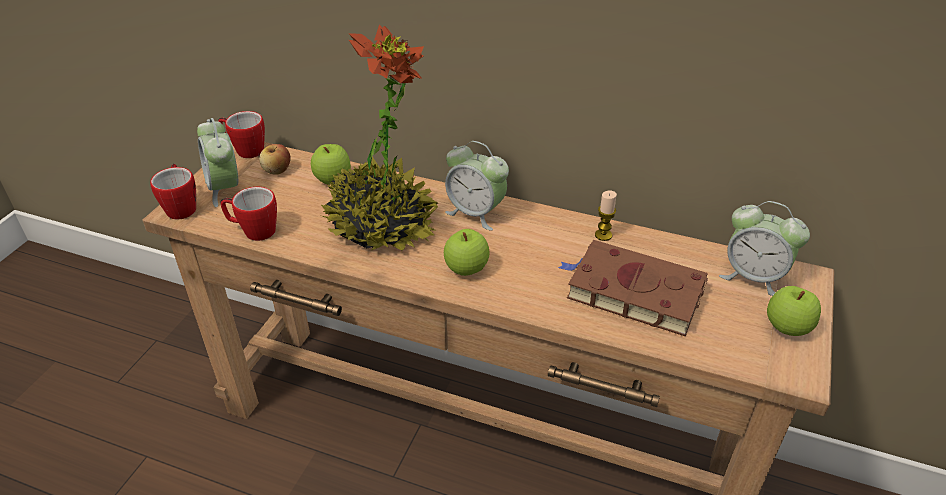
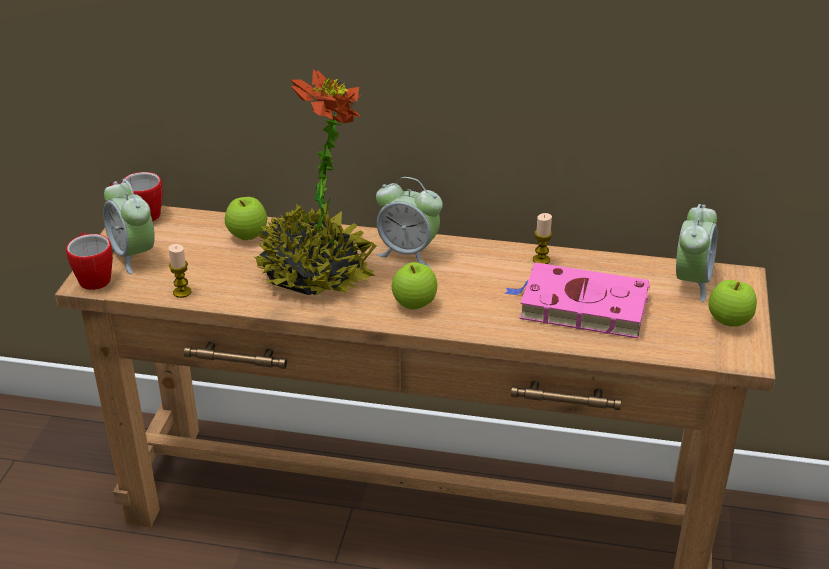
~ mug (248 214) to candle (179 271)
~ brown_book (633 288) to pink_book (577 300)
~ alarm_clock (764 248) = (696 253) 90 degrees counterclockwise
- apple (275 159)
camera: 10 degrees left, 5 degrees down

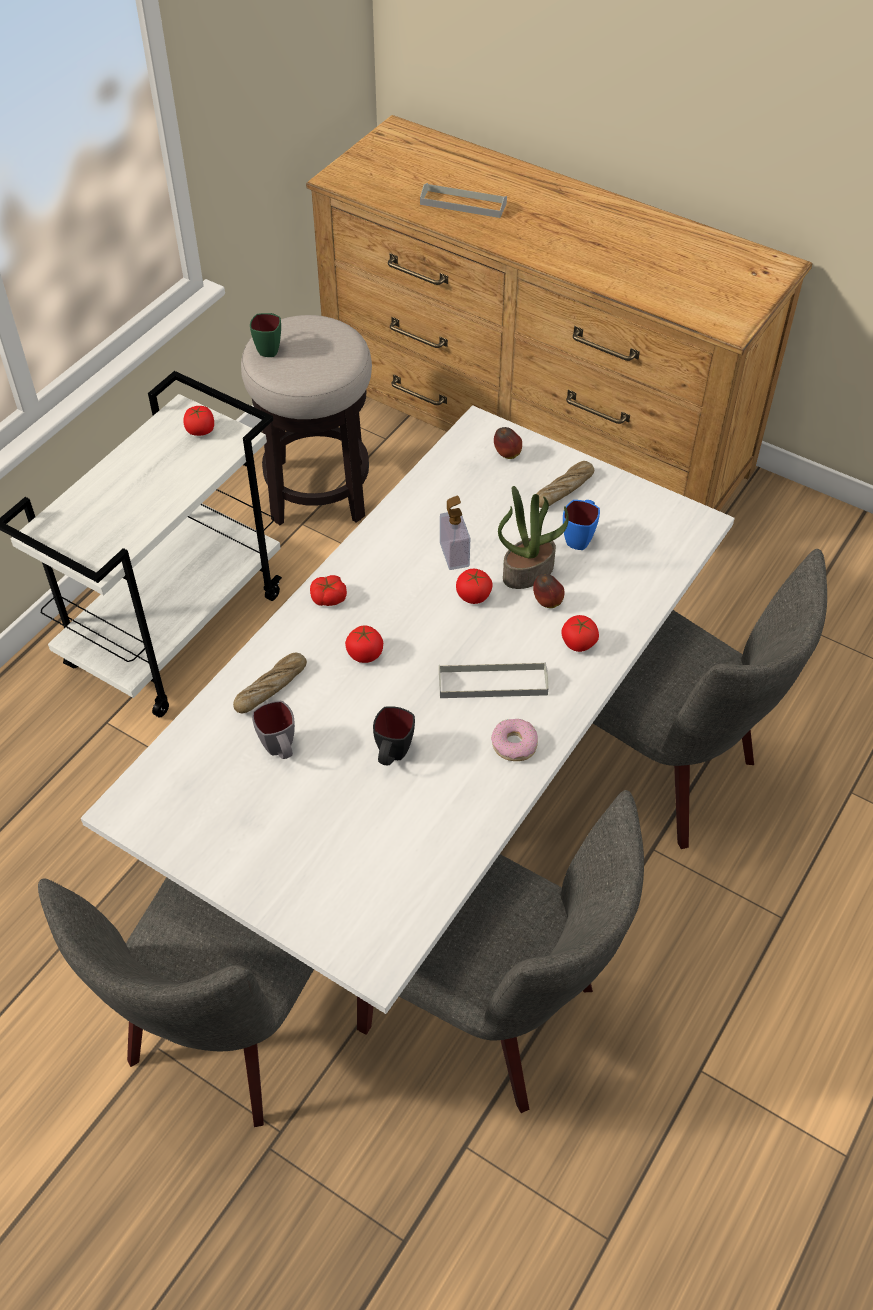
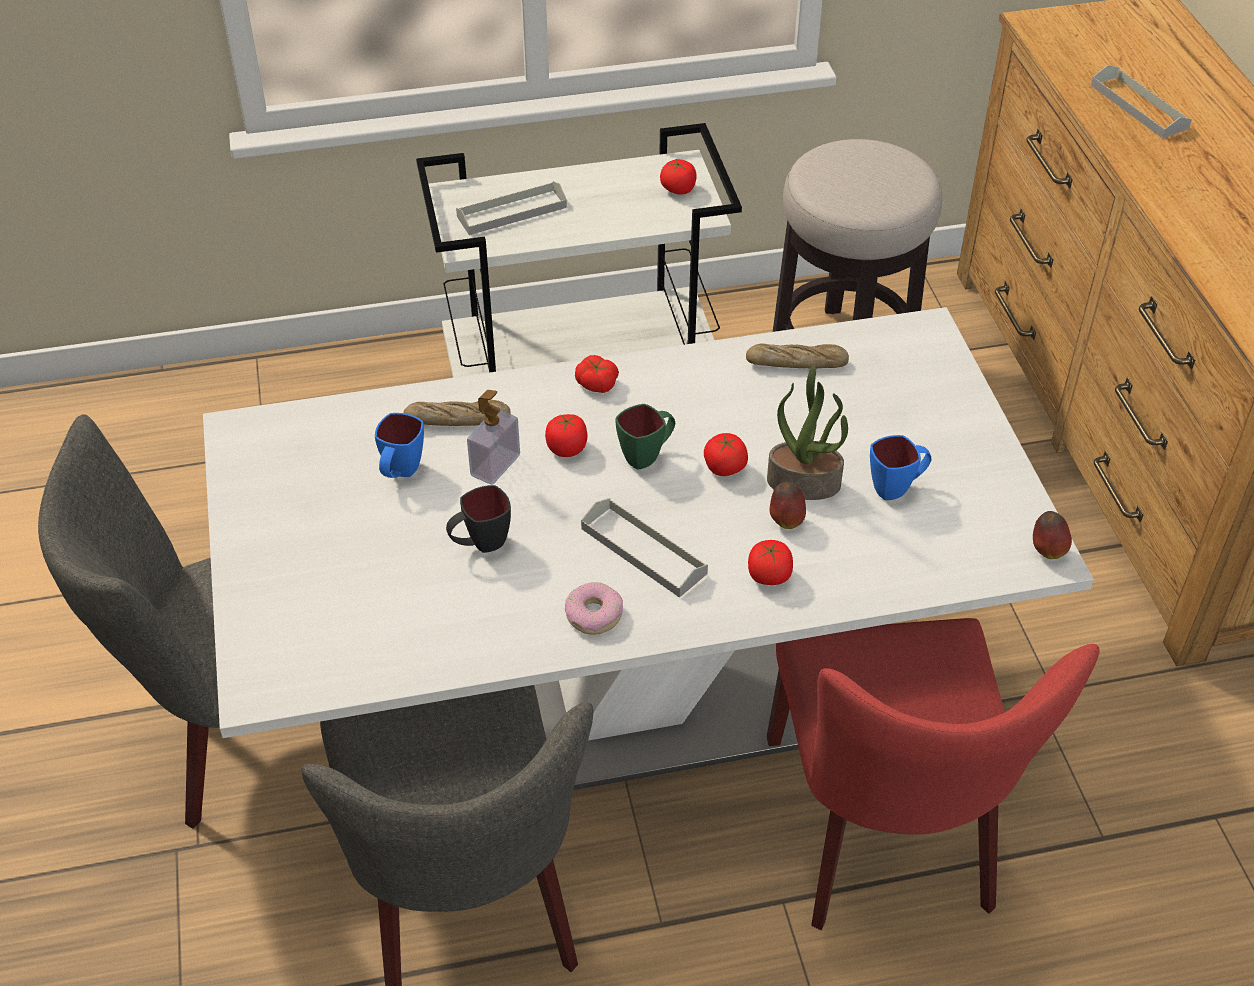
~ grey_mug (273 730) to blue_mug (399 445)
+ grey_tray (511 208)
~ soap_dispenser (455 533) to (493 437)
~ green_mug (265 335) to (645 437)
~ bread (565 484) to (797 355)
~ grey_chair (710 699) to red_chair (933 774)
~ apple (508 443) to (1052 535)
camera: 45 degrees right, 5 degrees down

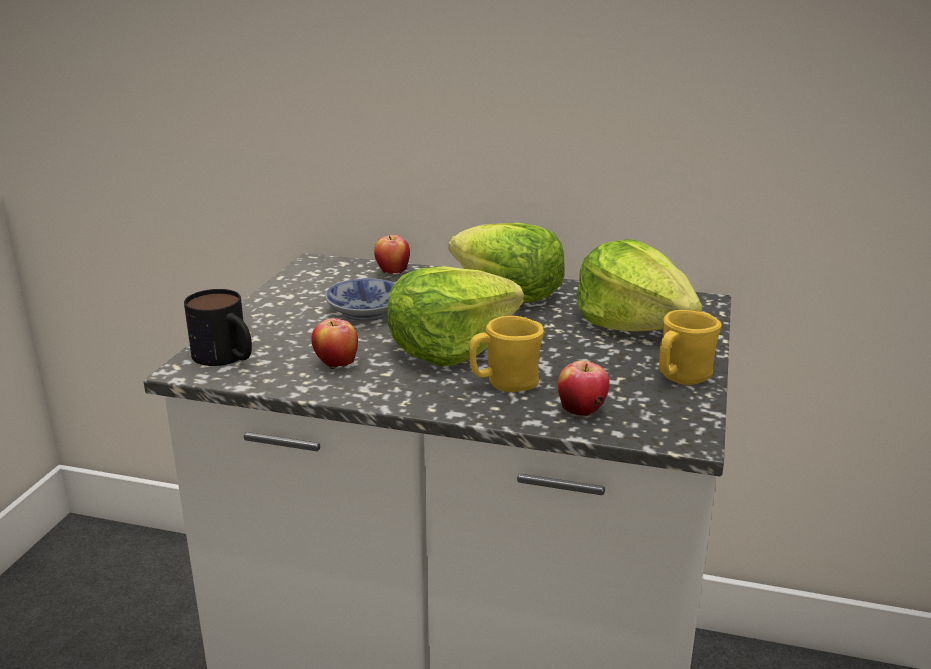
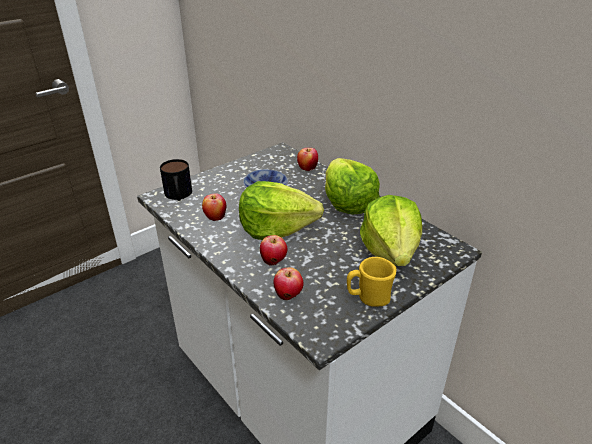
~ yellow_mug (506 354) to apple (273 250)
camera: 35 degrees right, 10 degrees up

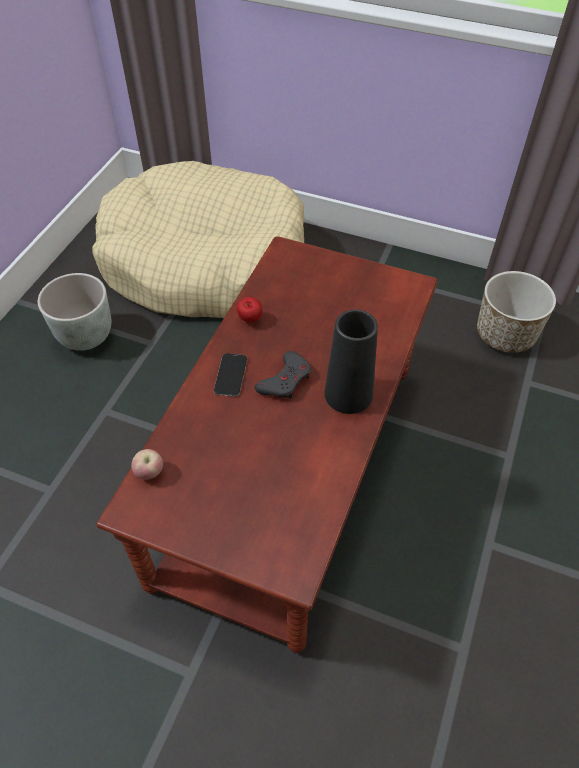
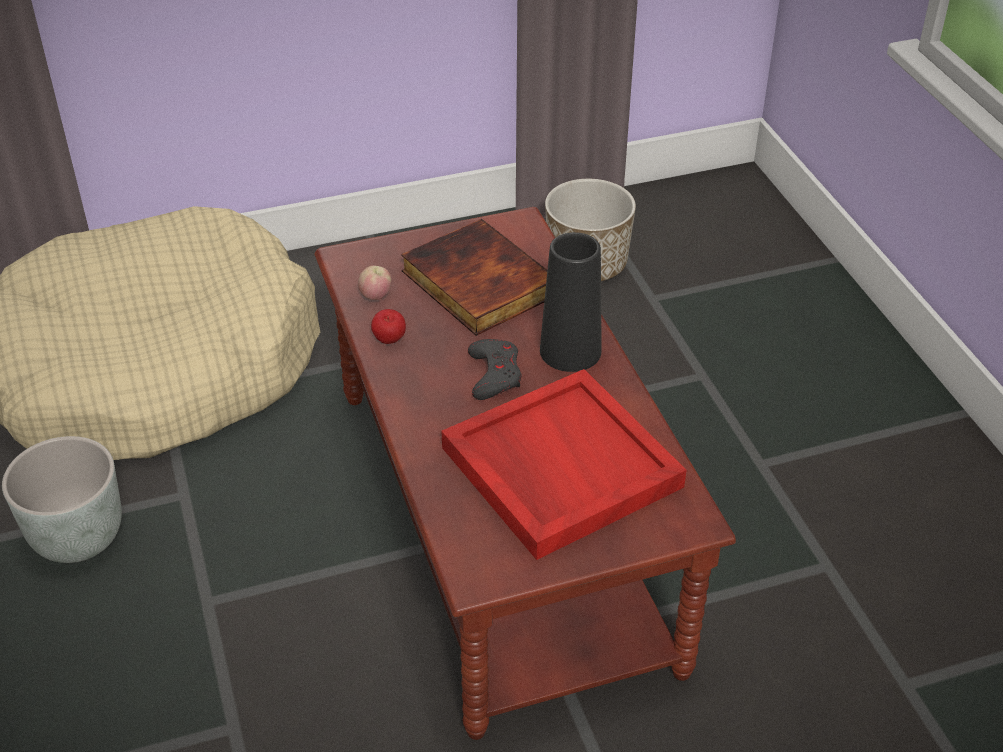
~ apple (147 464) to (375 282)
+ book (474 277)
+ red_tray (564 464)
- phone (230 374)
camera: 40 degrees left, 10 degrees down

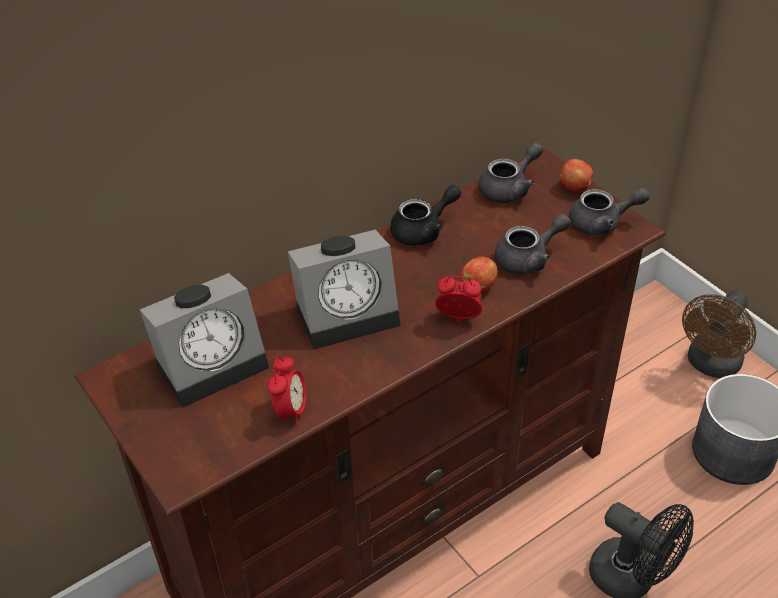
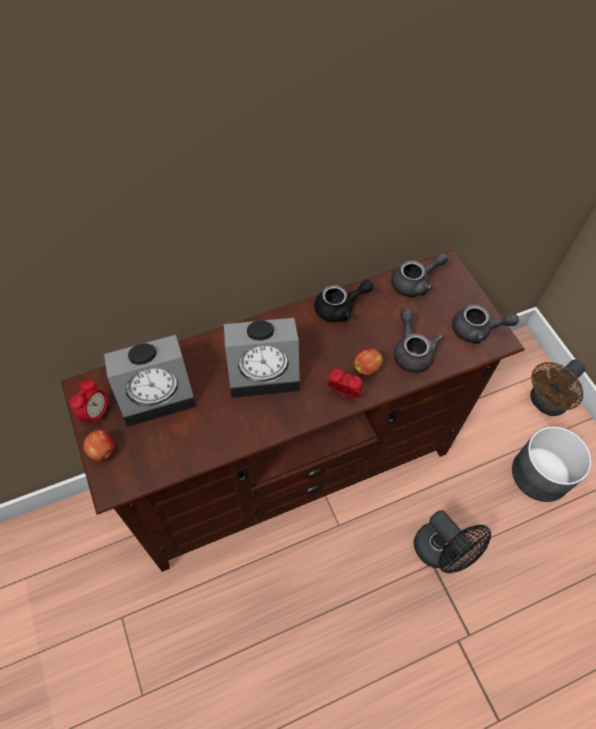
~ alarm_clock (286 390) to (90 403)
~ apple (576 175) to (98 446)
~ grey_teapot (533 244) = (418 341) 90 degrees counterclockwise
camera: 10 degrees right, 15 degrees up

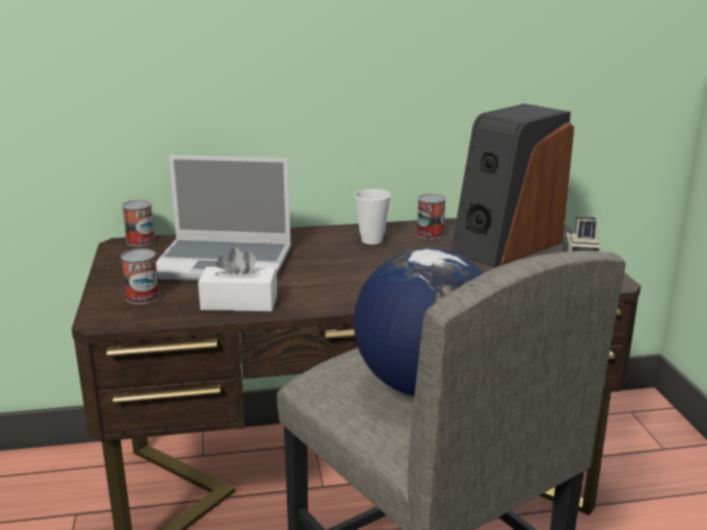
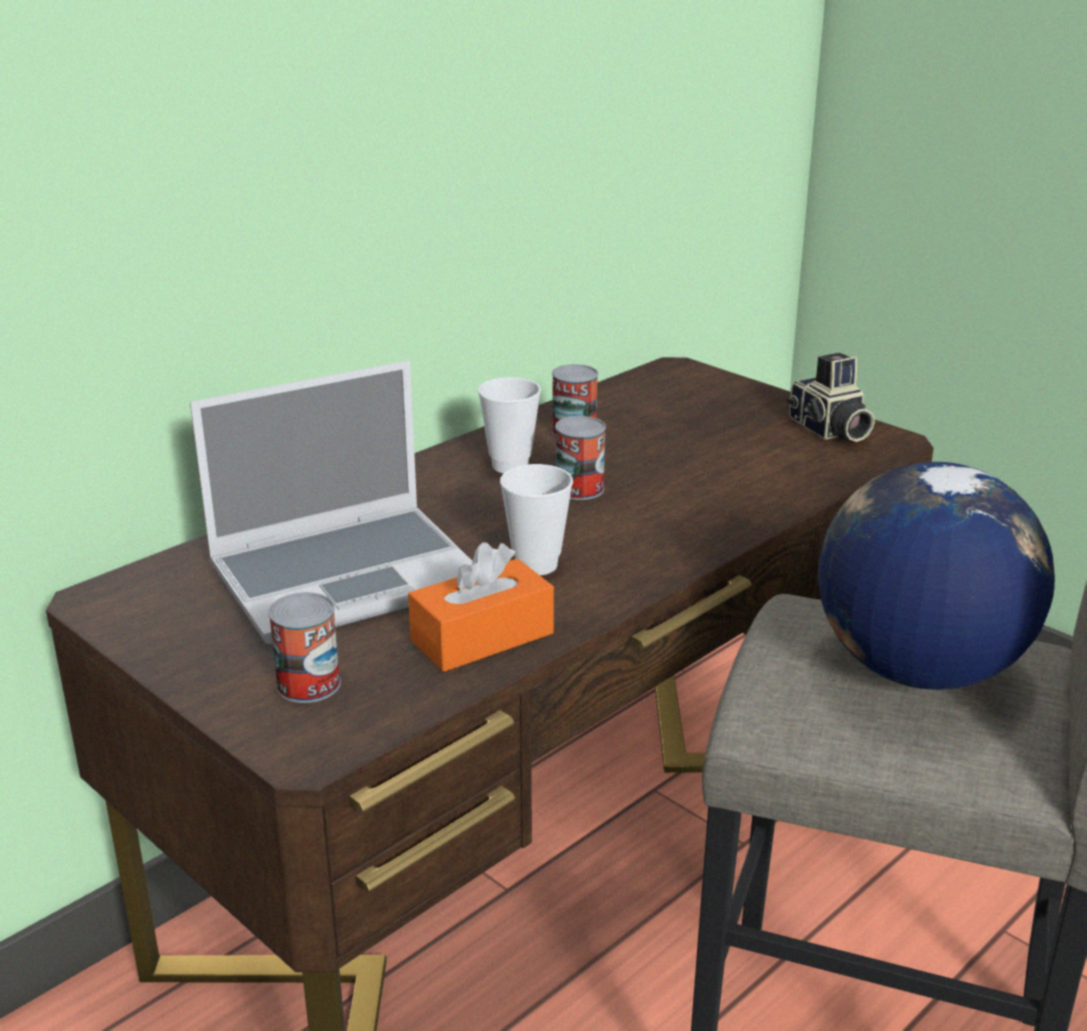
~ white_tissue_box (237 279) to orange_tissue_box (481 607)
+ cup (536 519)
~ can (138 223) to (580 458)
- speaker (512 186)
camera: 35 degrees left, 5 degrees up

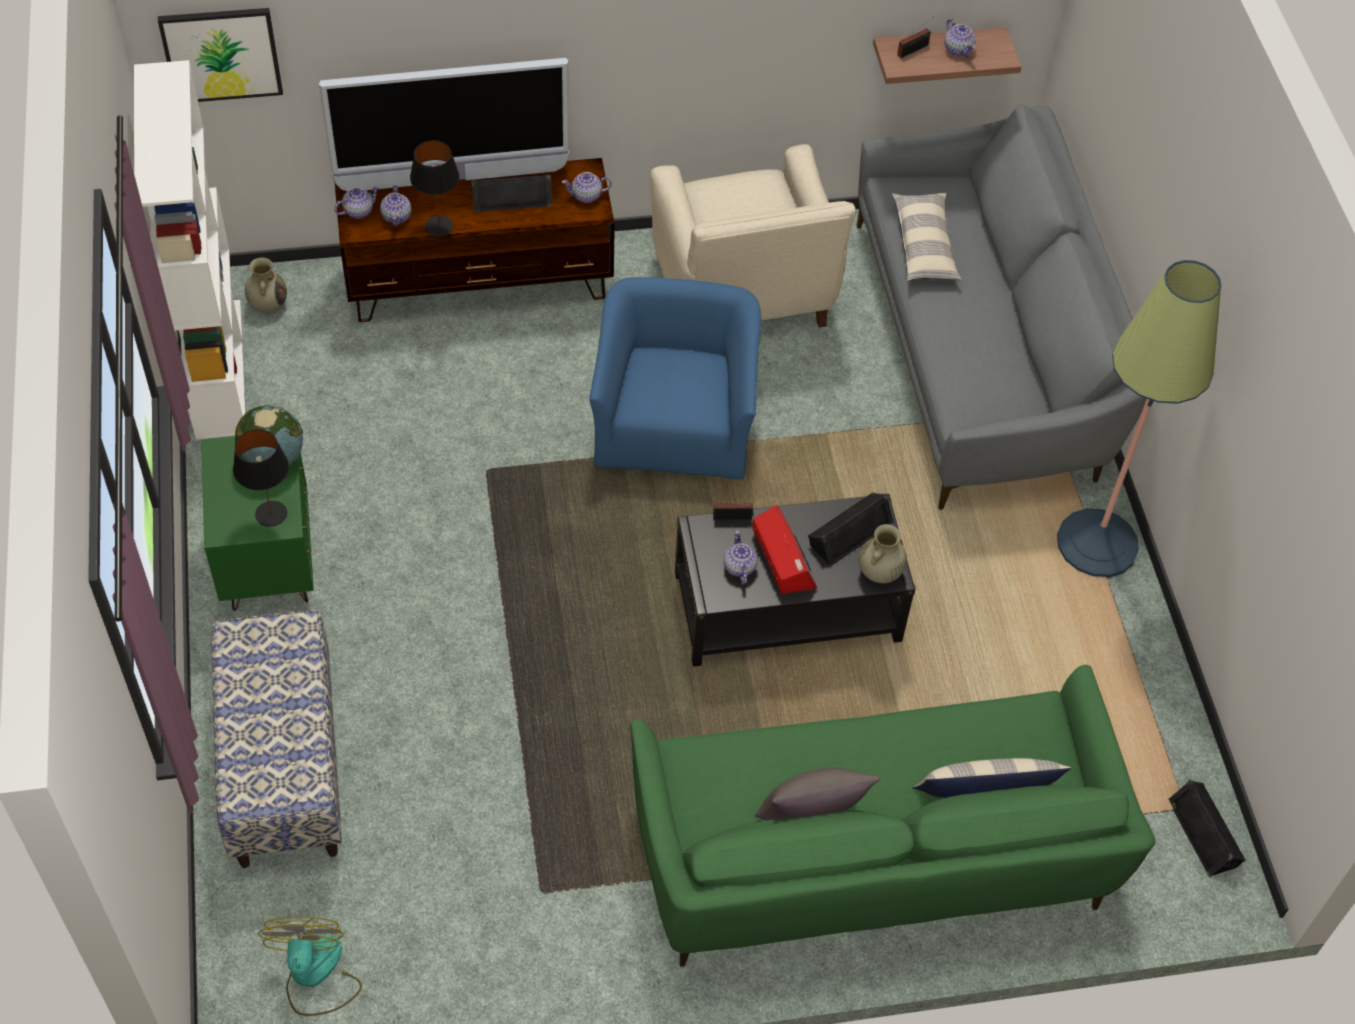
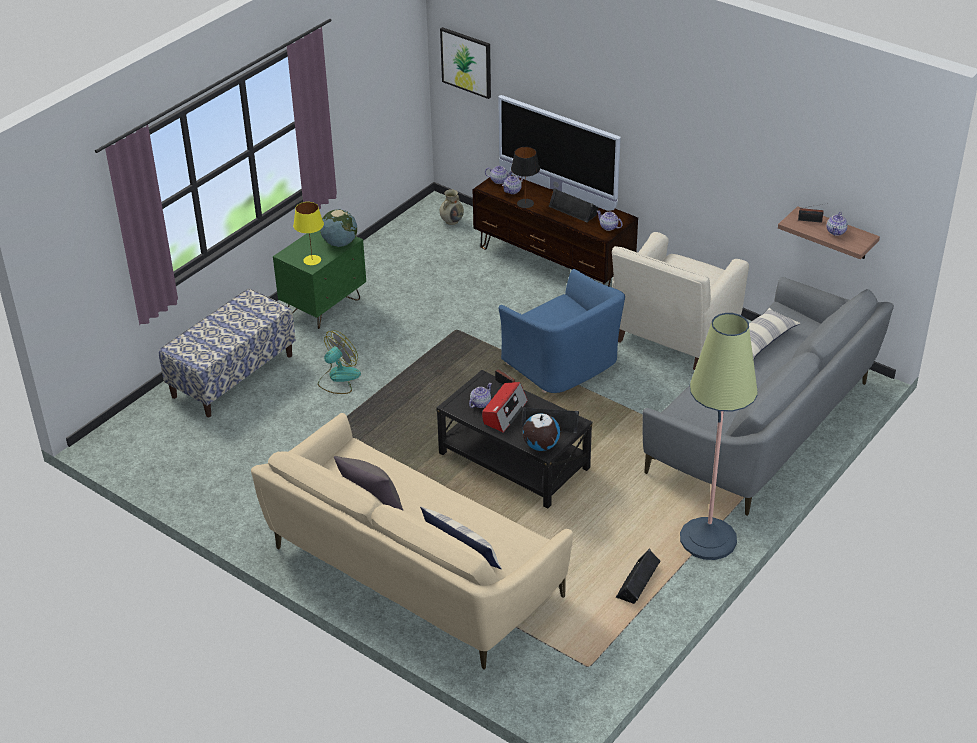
~ green_sofa (892 816) to beige_sofa (412 541)
~ black_table_lamp (261 478) to yellow_table_lamp (308 233)
~ fan (310 966) to (339 362)
~ blue_armchair (675 378) = (561 331) 90 degrees clockwise
~ beige_vase (883 553) to globe (541 432)
~ black_speaker (1207 828) to (638 576)
- white_bookcase (190 250)
camera: 50 degrees right, 15 degrees down

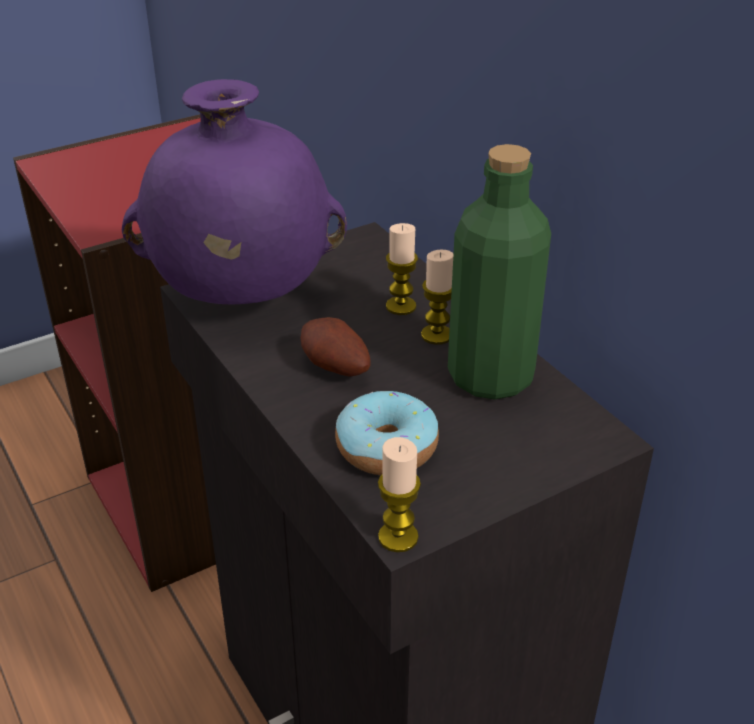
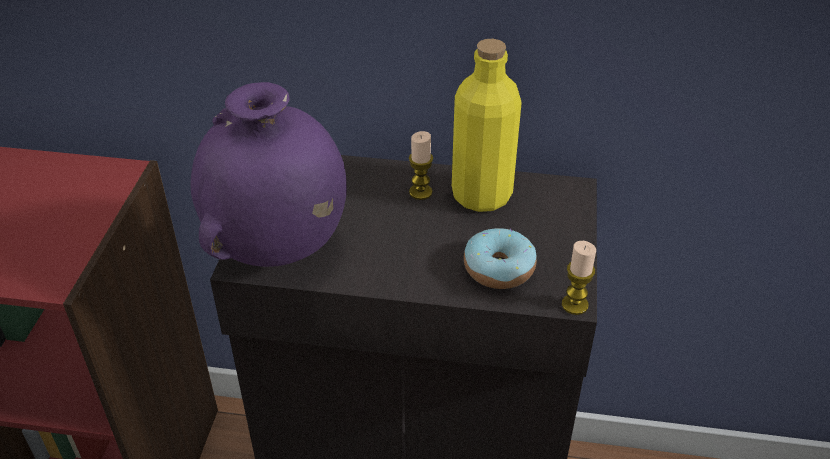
~ green_bottle (499 272) to yellow_bottle (487 125)
- potato (335 346)
- candle (402 269)
camera: 50 degrees left, 5 degrees up

